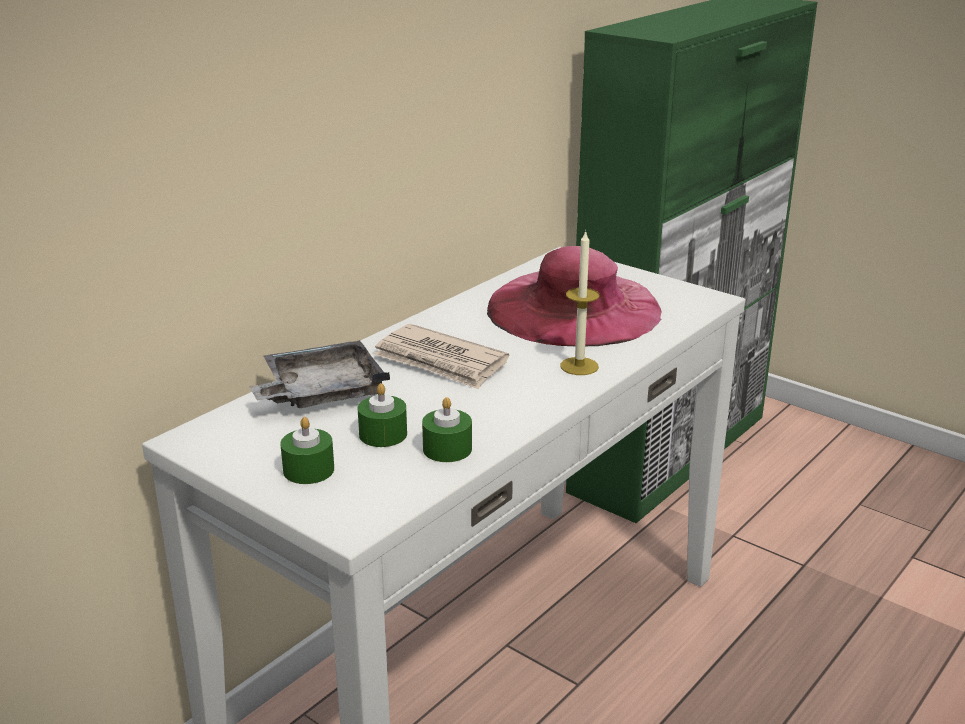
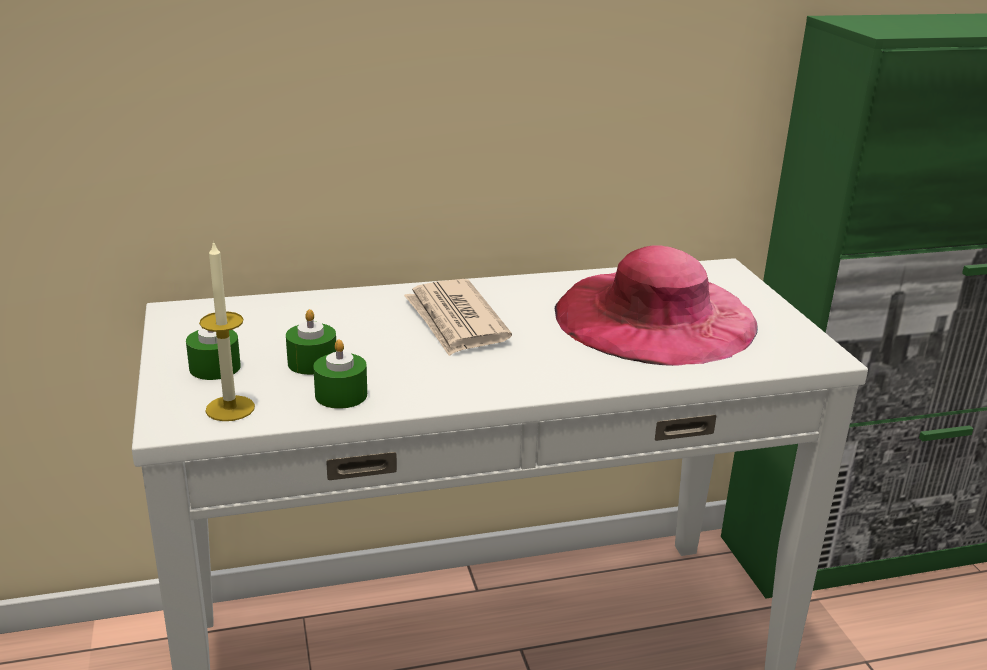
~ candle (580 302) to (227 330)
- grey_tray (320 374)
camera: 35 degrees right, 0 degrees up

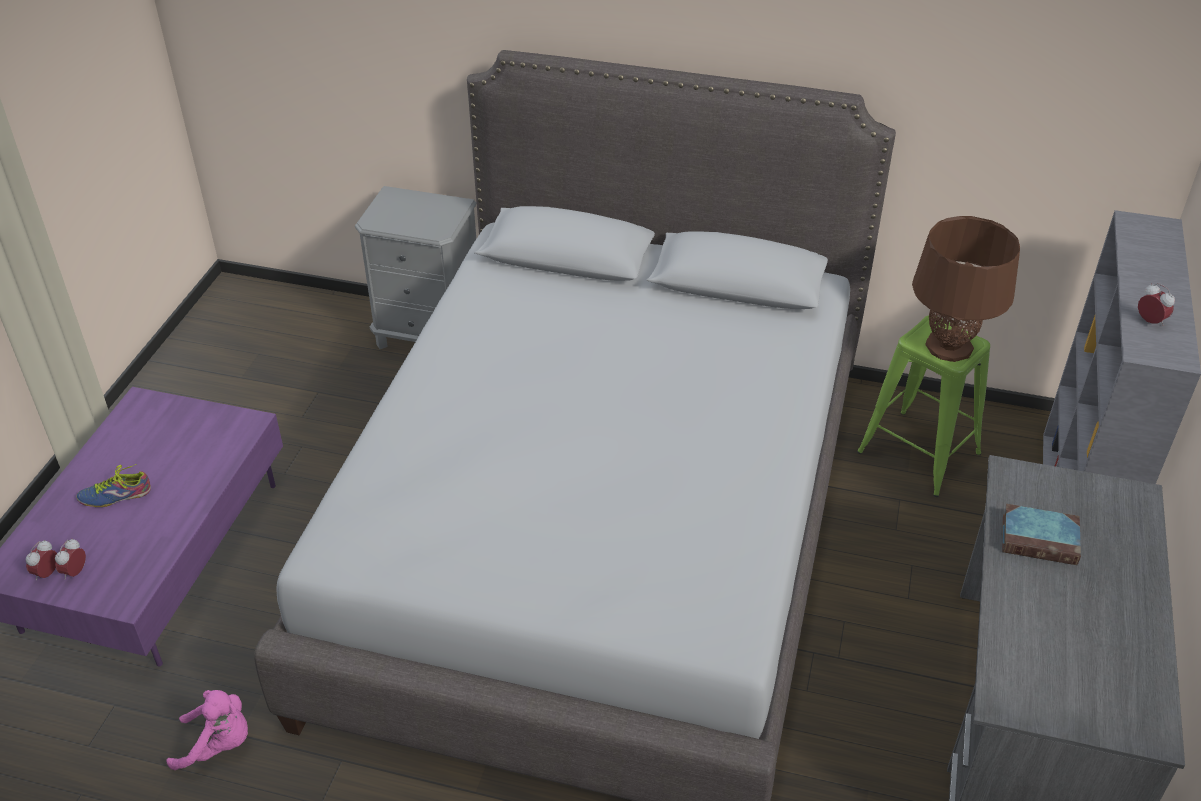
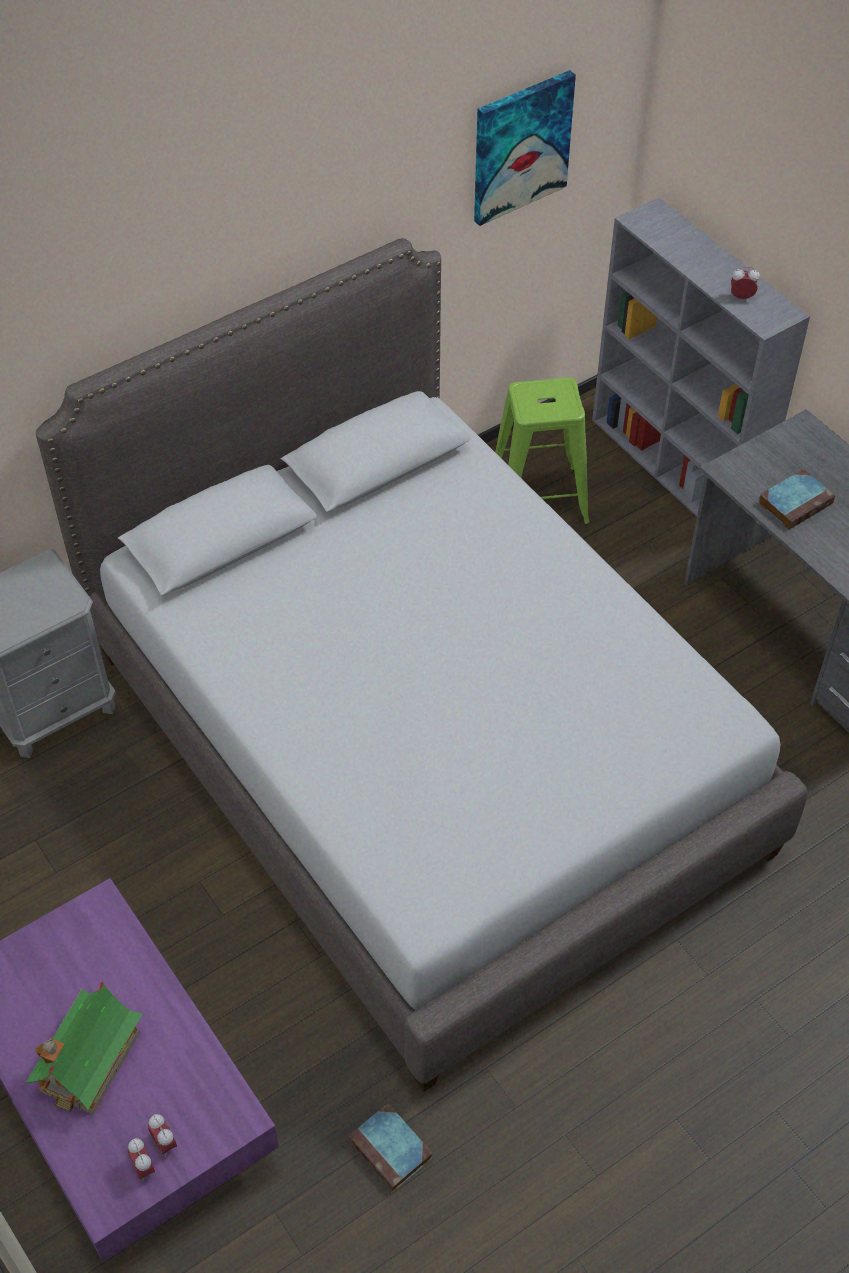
~ shoe (113 485) to toy_house (84 1048)
~ pink_plush_toy (207 730) to book (390 1147)
+ picture (525 148)
- brown_table_lamp (966 289)
camera: 50 degrees left, 10 degrees up

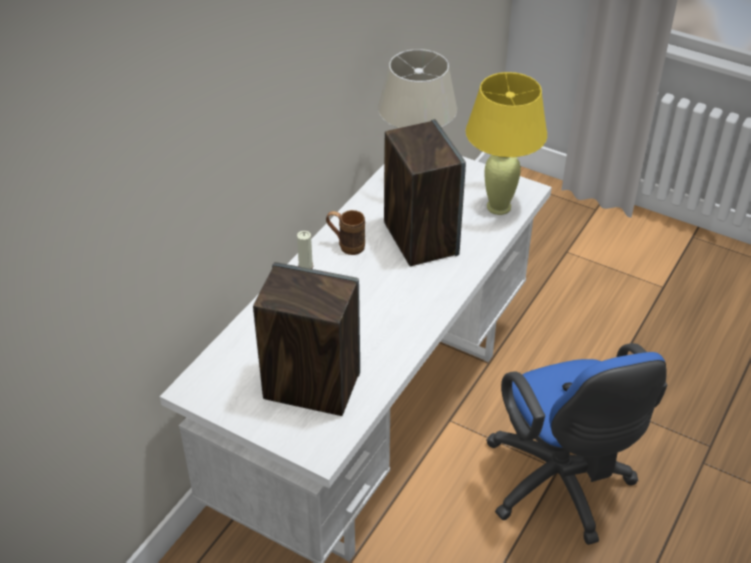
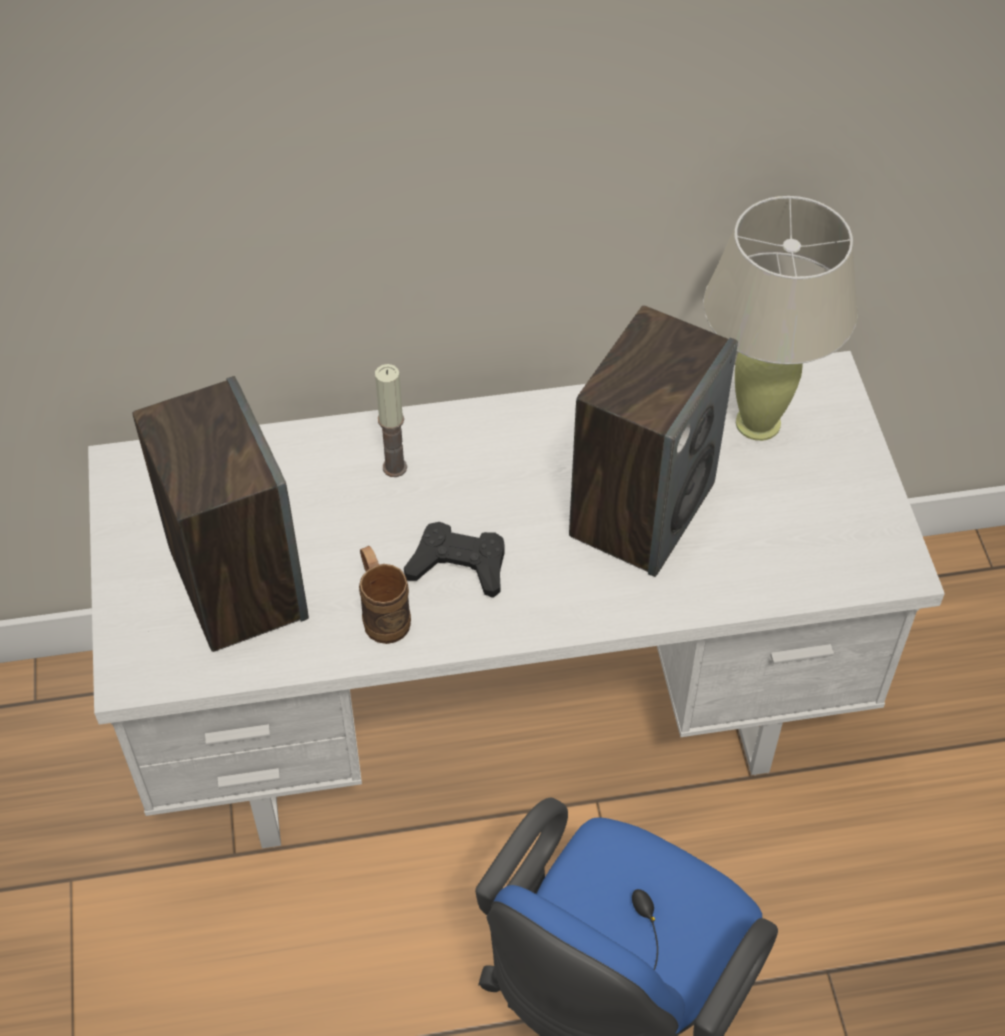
~ brown_mug (345 232) to (385 595)
+ black_game_controller (454 560)
- yellow_table_lamp (506 143)
camera: 50 degrees right, 10 degrees up

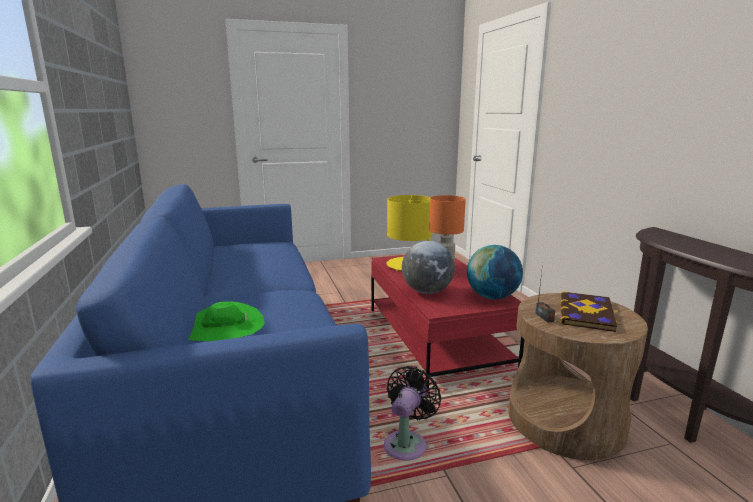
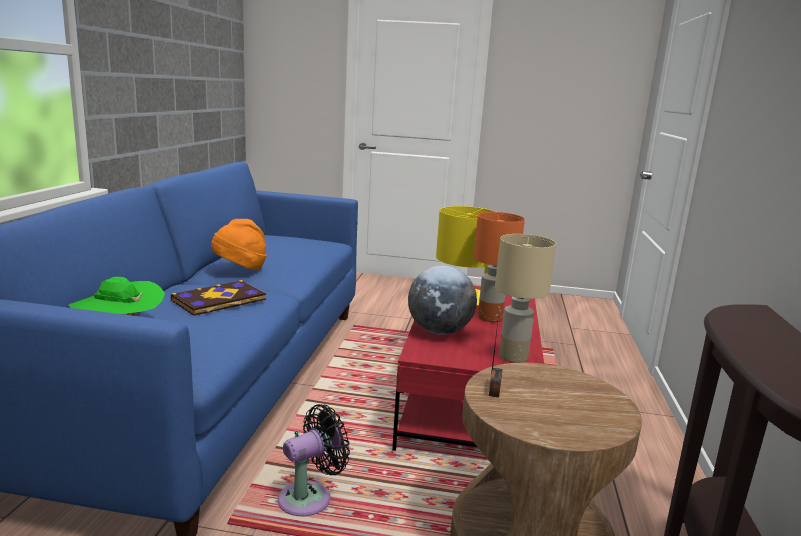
~ book (591 311) to (218 298)
+ orange_hat (239 244)
~ globe (495 272) to beige_table_lamp (525 298)
camera: 25 degrees right, 0 degrees up

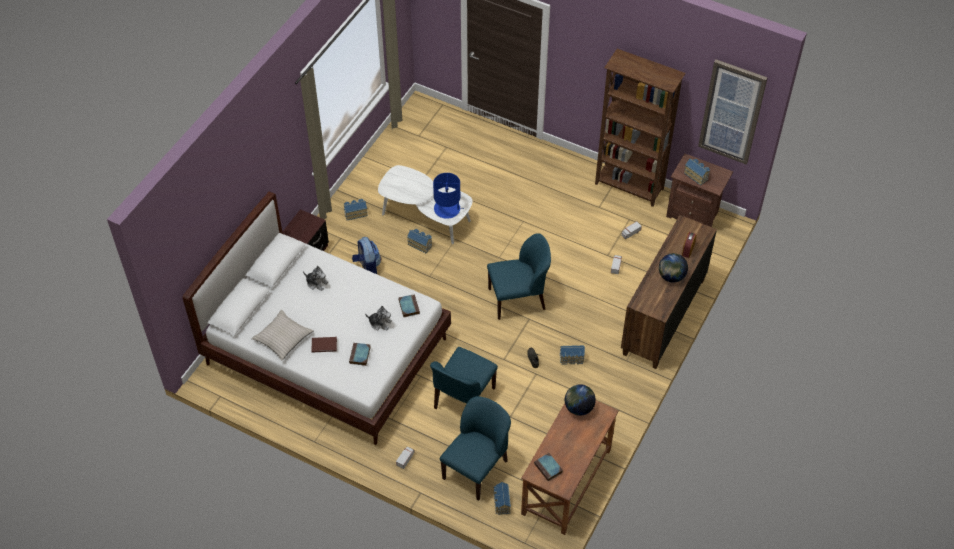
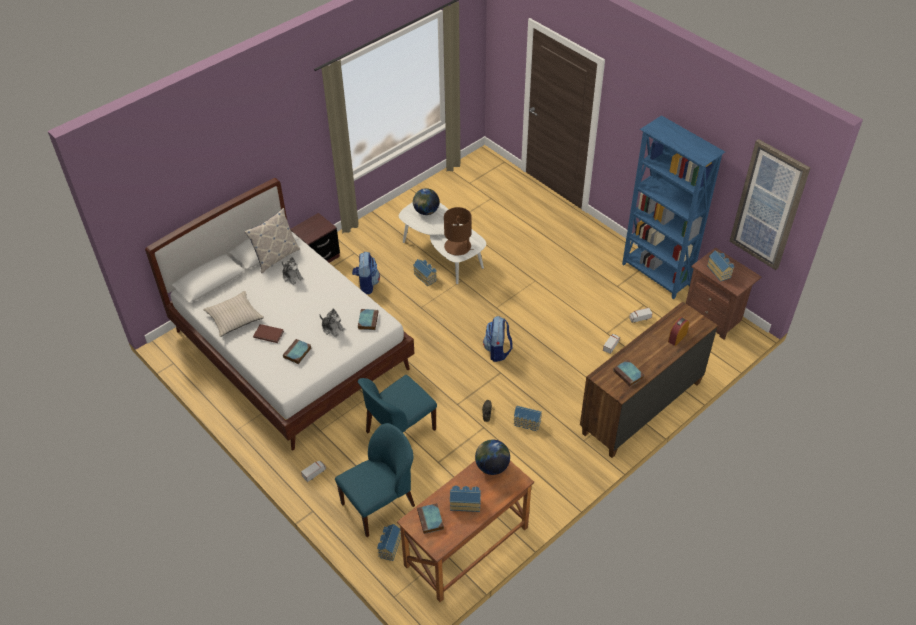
+ pillow (272 240)
~ globe (673 268) to (426 201)
~ blue_table_lamp (448 196) to brown_table_lamp (458 231)
~ toy_house (356 209) to (465 498)
~ blue_chair (519 276) to backpack (498 339)
+ book (628 373)
~ brown_bookcase (640 128) to blue_bookcase (673 207)
camera: 20 degrees right, 5 degrees down

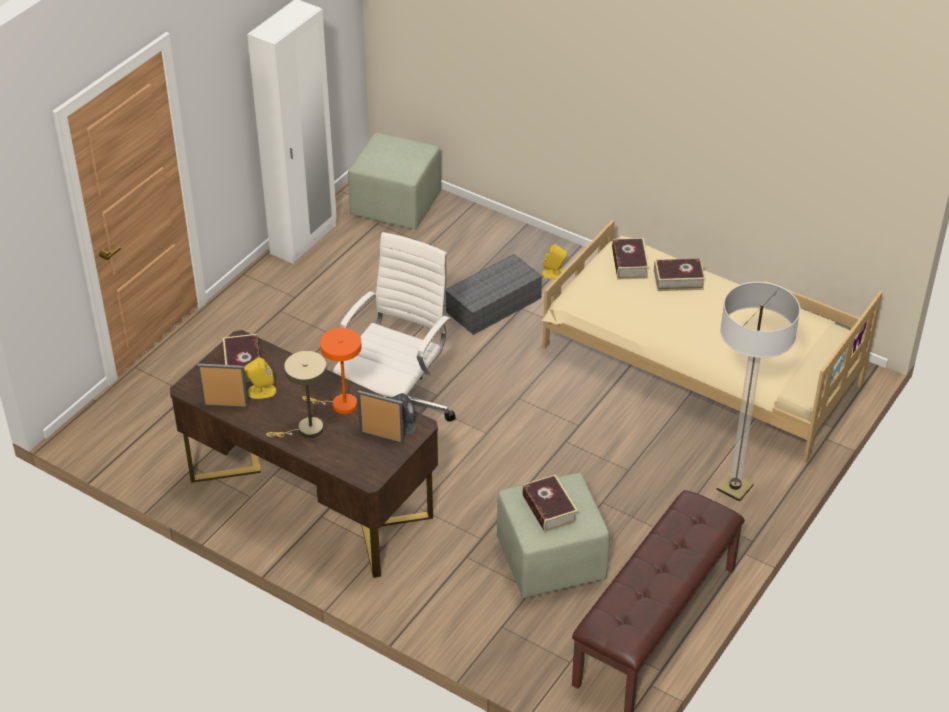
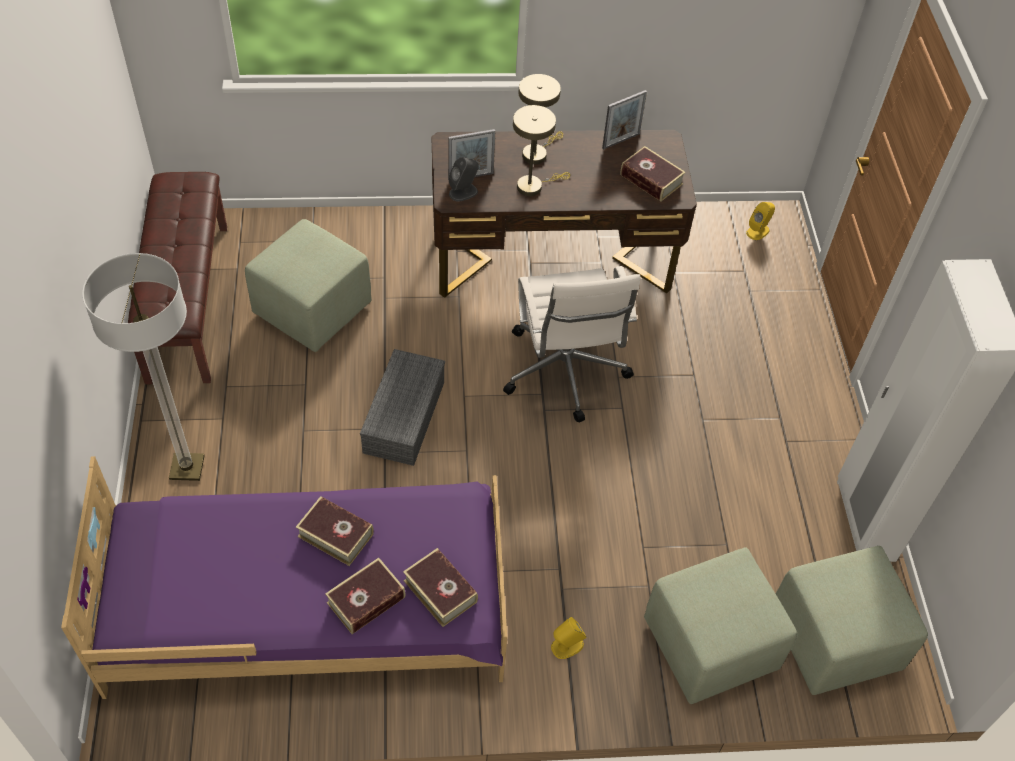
~ beige_bed (712 341) to purple_bed (284 577)
~ book (550 503) to (335 531)
~ grey_storage_box (494 294) to (402 407)
~ orange_table_lamp (332 371) to beige_table_lamp (541 150)
+ green_ottoman (720 625)
~ yellow_speaker (260 378) to (760 221)
camera: 140 degrees right, 10 degrees up

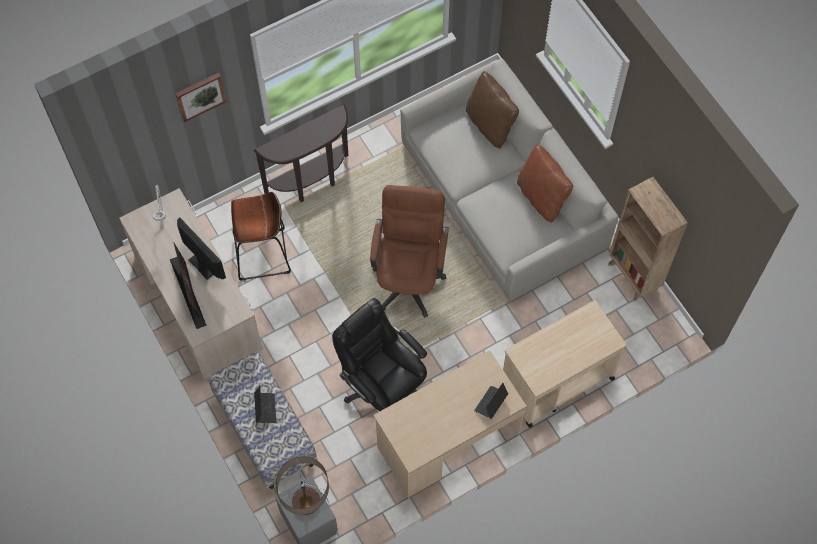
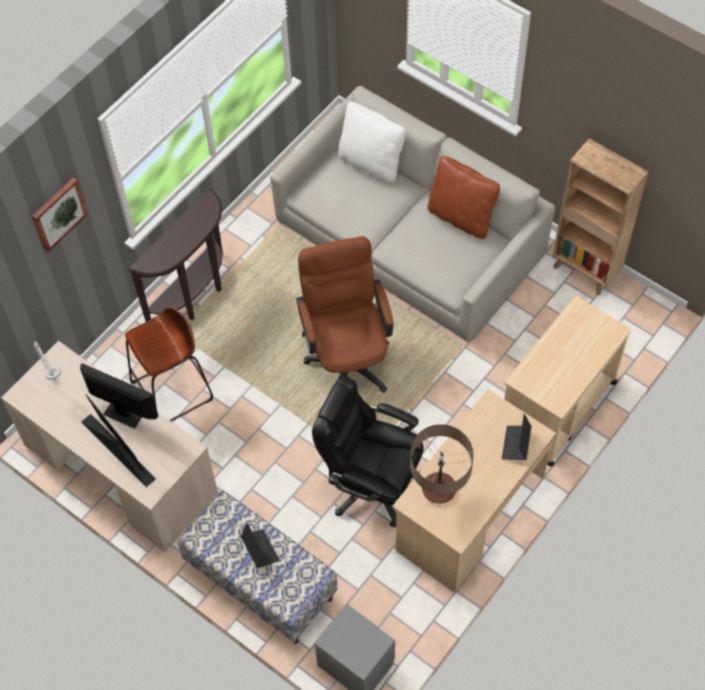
~ brown_pillow (492 110) to white_pillow (372 142)
~ table_lamp (302 485) to (442 464)
camera: 20 degrees left, 5 degrees down

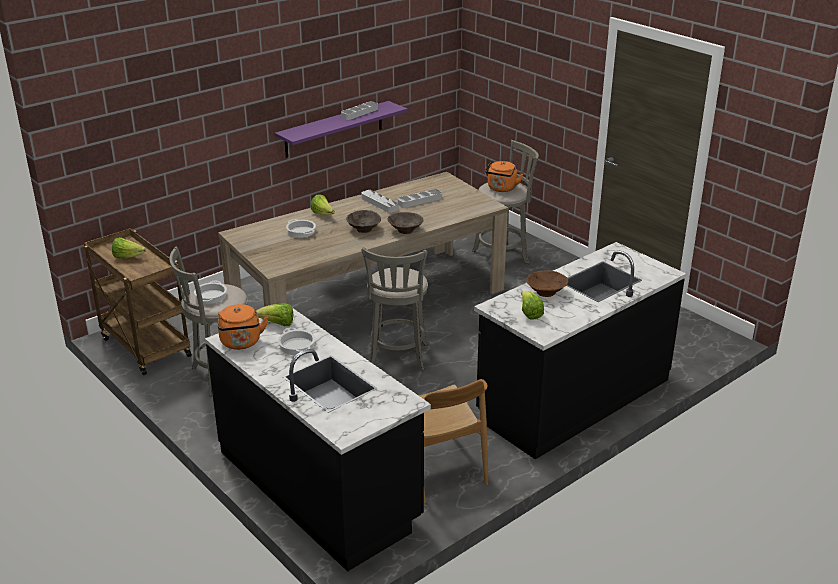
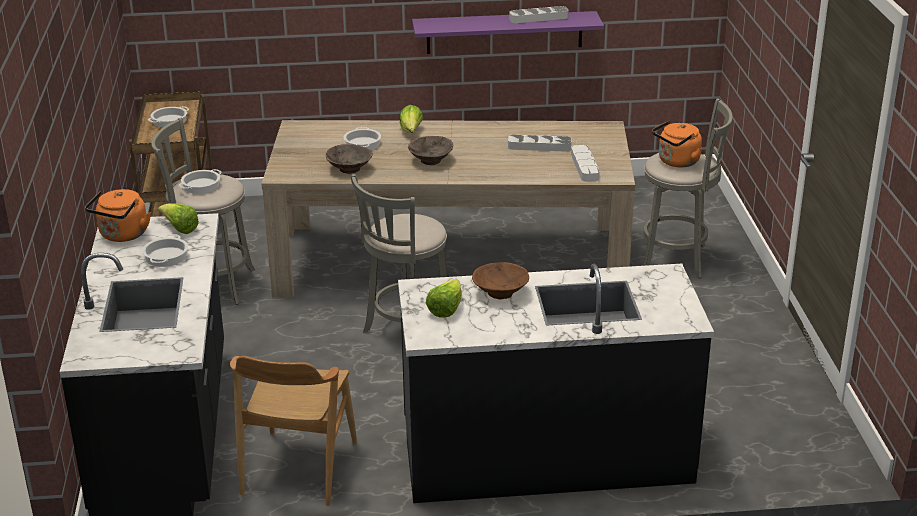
~ lettuce (129 247) to cooking_pot (168 116)
~ brown_bowl (405 223) to (349 159)
~ grey_tray (379 201) to (585 163)
camera: 35 degrees right, 0 degrees up

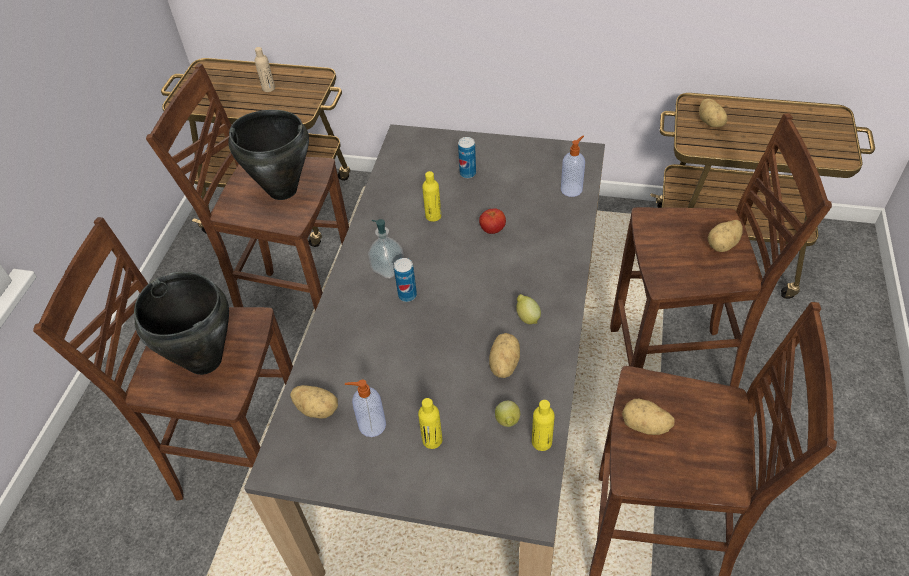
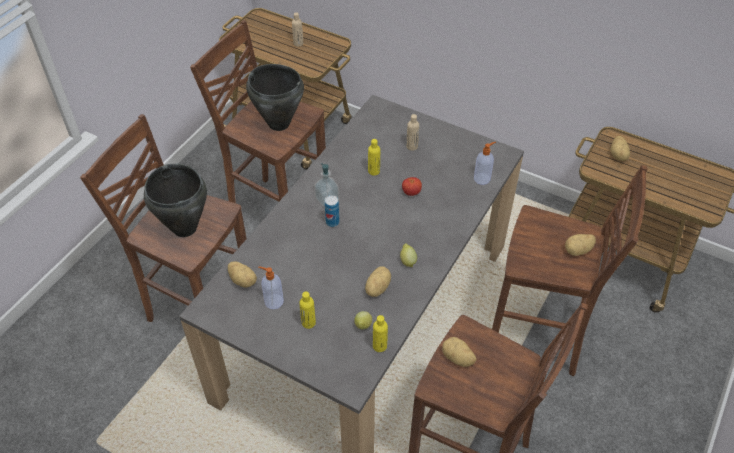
~ can (467 157) to beige_bottle (412 132)
camera: 15 degrees right, 0 degrees up

